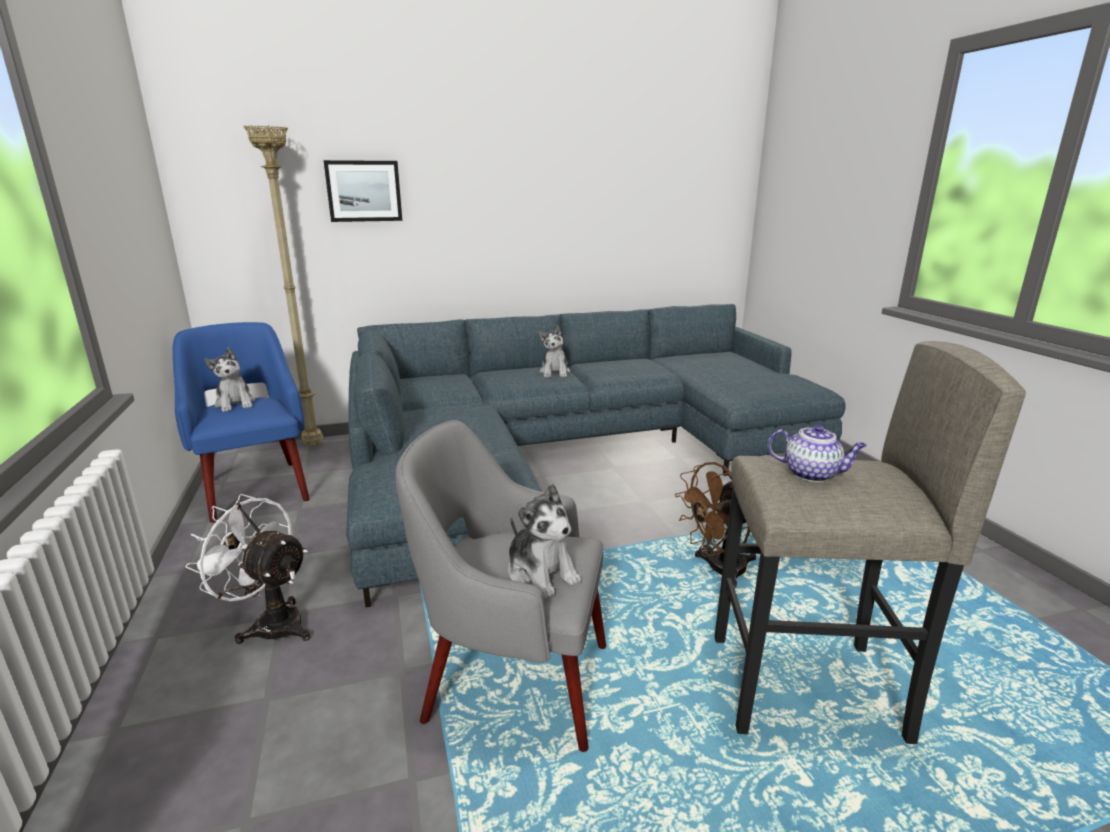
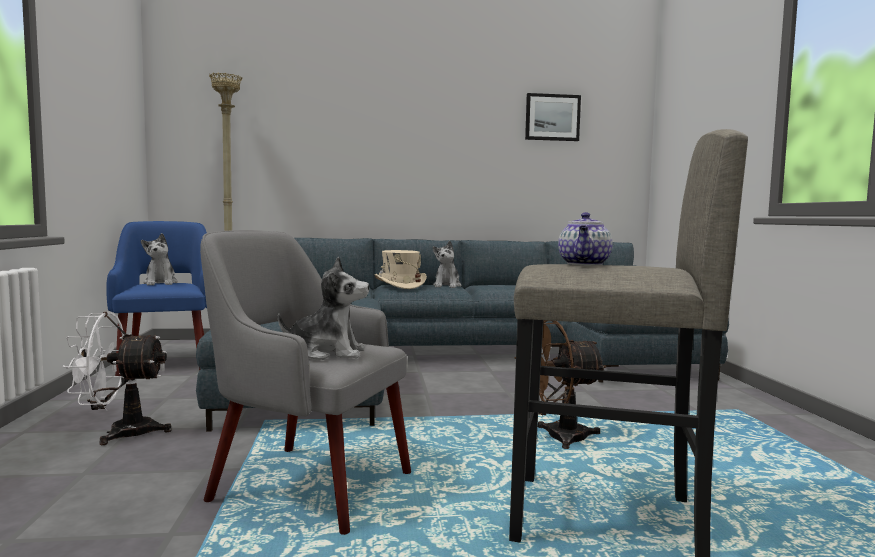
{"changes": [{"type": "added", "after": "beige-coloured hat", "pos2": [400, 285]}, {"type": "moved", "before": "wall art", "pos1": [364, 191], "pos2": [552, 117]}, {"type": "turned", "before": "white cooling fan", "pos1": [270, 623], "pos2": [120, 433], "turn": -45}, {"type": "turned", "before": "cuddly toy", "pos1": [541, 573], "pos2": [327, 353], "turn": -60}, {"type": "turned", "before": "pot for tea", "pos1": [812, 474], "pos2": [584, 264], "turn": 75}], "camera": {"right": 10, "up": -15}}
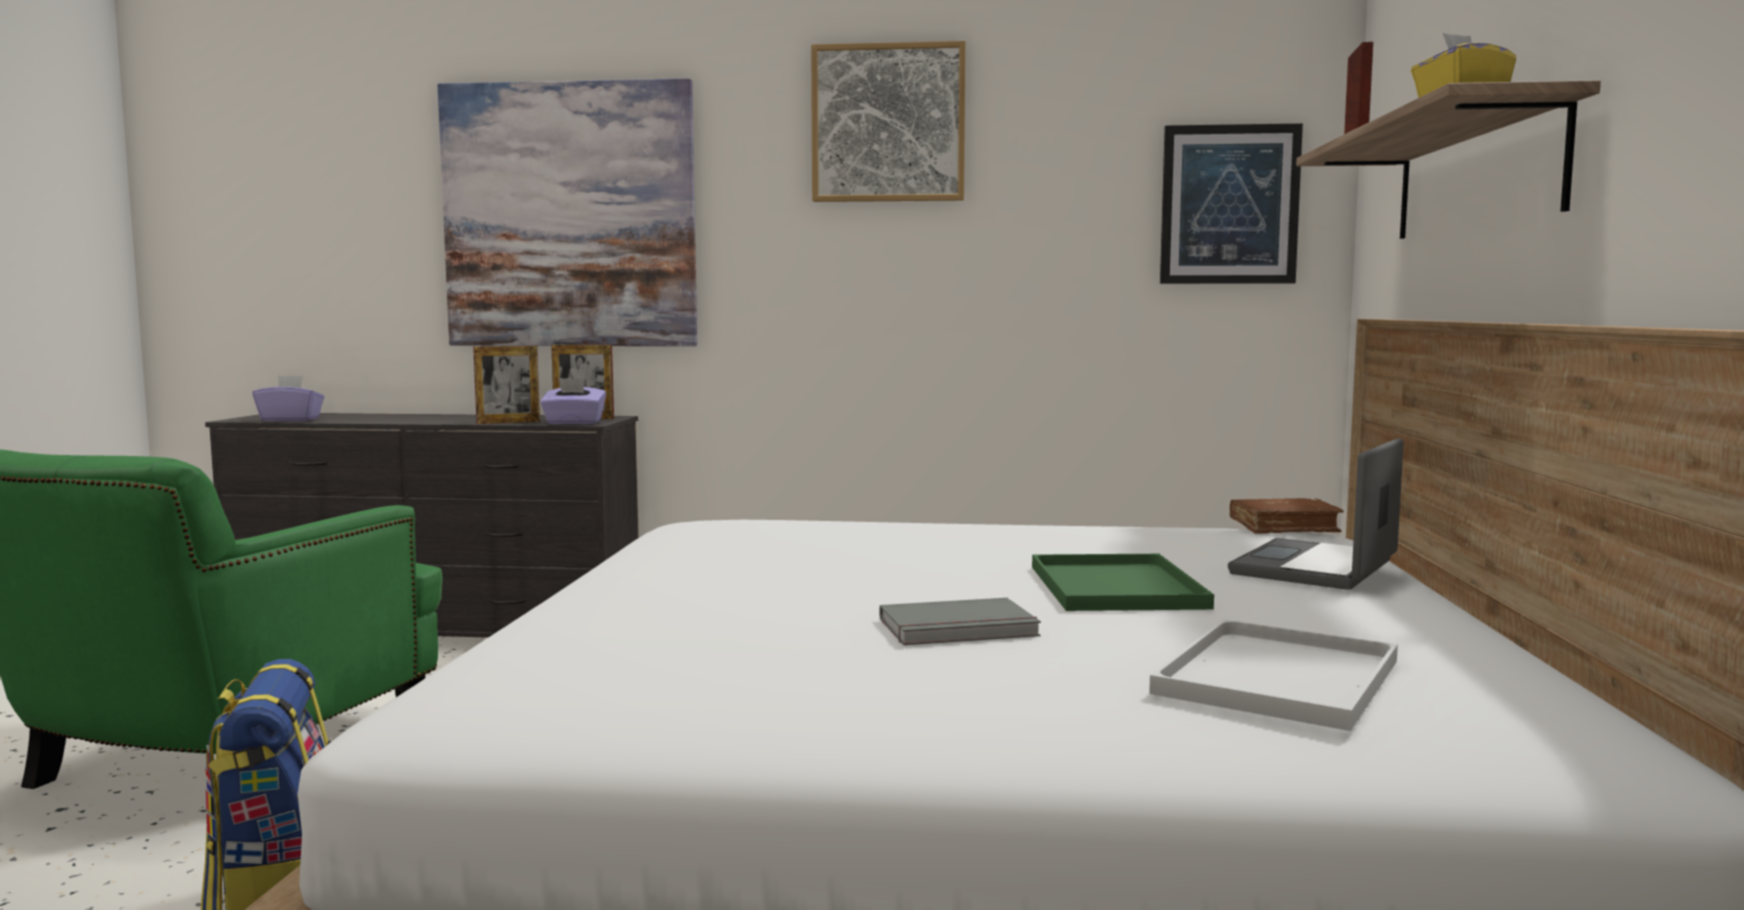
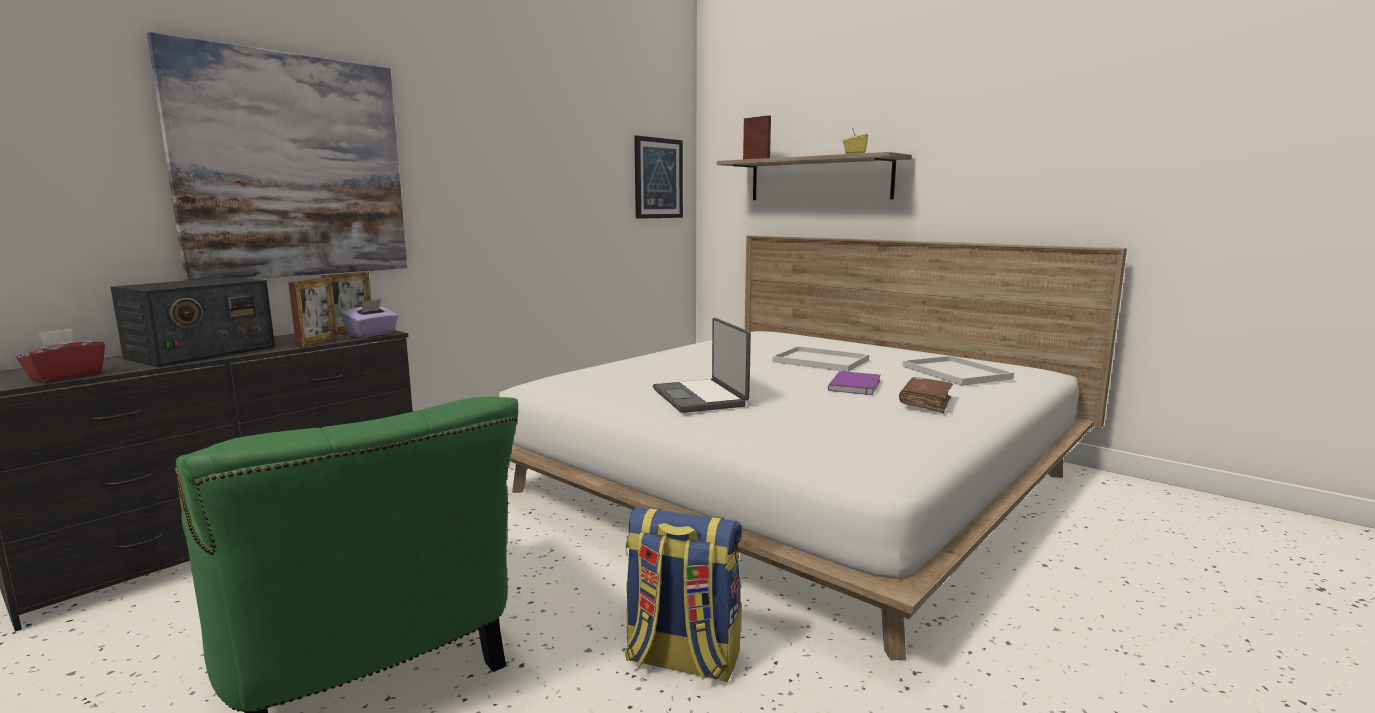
{"changes": [{"type": "removed", "before": "wall art", "pos1": [888, 123]}, {"type": "added", "after": "radio", "pos2": [201, 353]}, {"type": "moved", "before": "notebook computer", "pos1": [1317, 568], "pos2": [701, 397]}, {"type": "moved", "before": "brownish volume", "pos1": [1284, 528], "pos2": [925, 403]}, {"type": "recoloured", "before": "purple-coloured tissue box", "after": "red-coloured tissue box", "pos1": [290, 420], "pos2": [66, 376]}, {"type": "recoloured", "before": "grey volume", "after": "purple-coloured volume", "pos1": [960, 629], "pos2": [857, 386]}, {"type": "recoloured", "before": "green-coloured serving tray", "after": "white serving tray", "pos1": [1119, 587], "pos2": [822, 361]}], "camera": {"right": -55, "up": 5}}
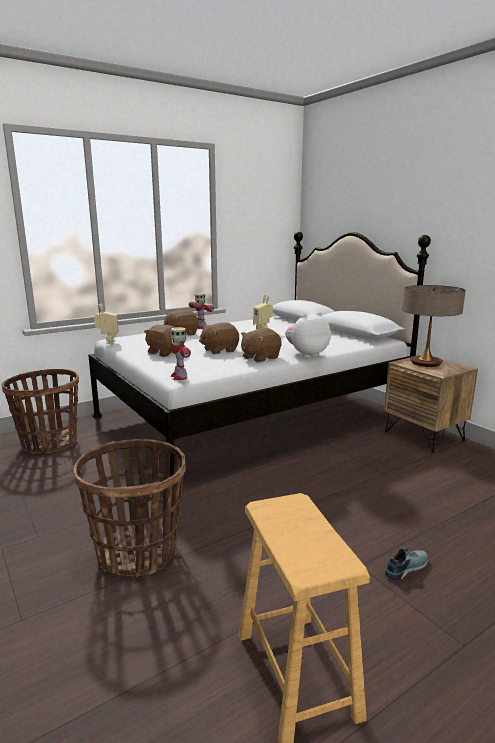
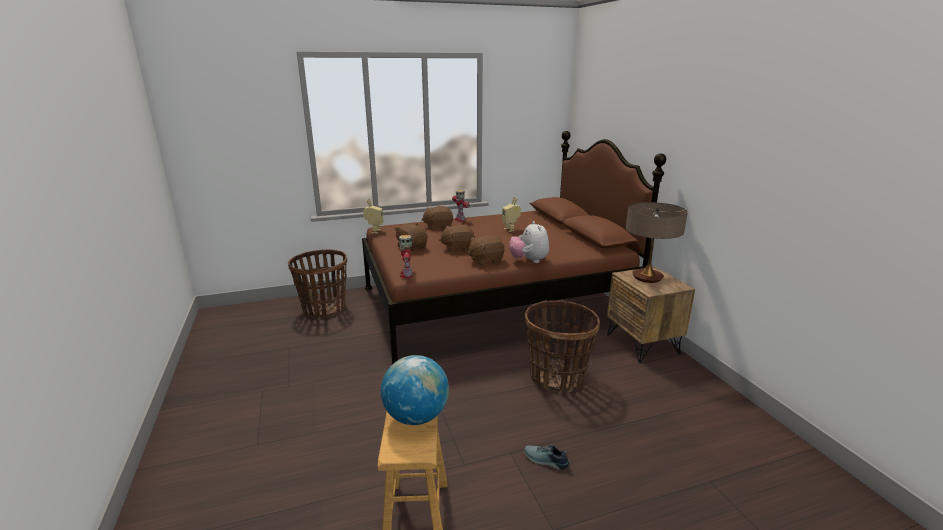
{"changes": [{"type": "added", "after": "globe", "pos2": [416, 416]}, {"type": "moved", "before": "household basket", "pos1": [138, 552], "pos2": [557, 377]}, {"type": "recoloured", "before": "white bed", "after": "brownish bed", "pos1": [251, 418], "pos2": [494, 305]}, {"type": "turned", "before": "cuddly toy", "pos1": [306, 354], "pos2": [529, 261], "turn": -90}, {"type": "turned", "before": "low shoe", "pos1": [405, 567], "pos2": [545, 460], "turn": -135}], "camera": {"right": 15, "up": 5}}
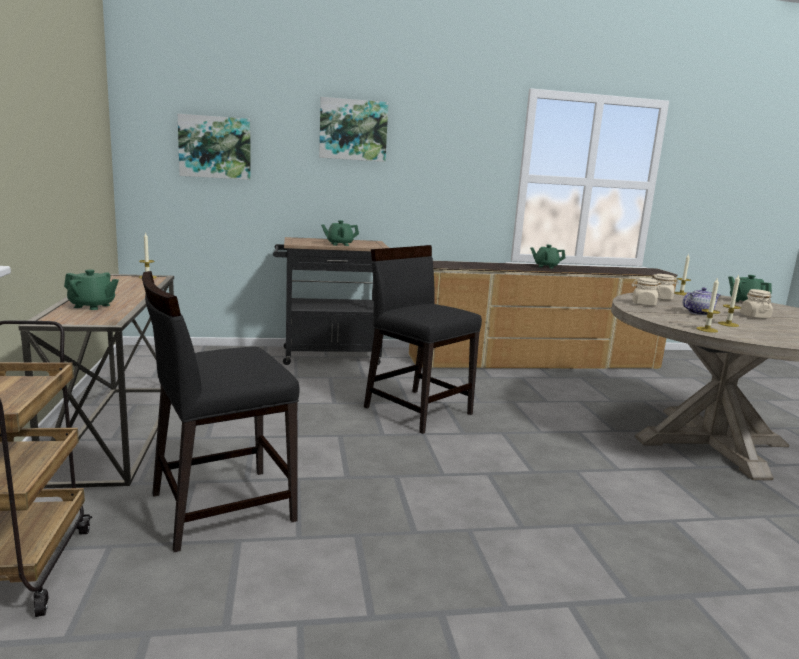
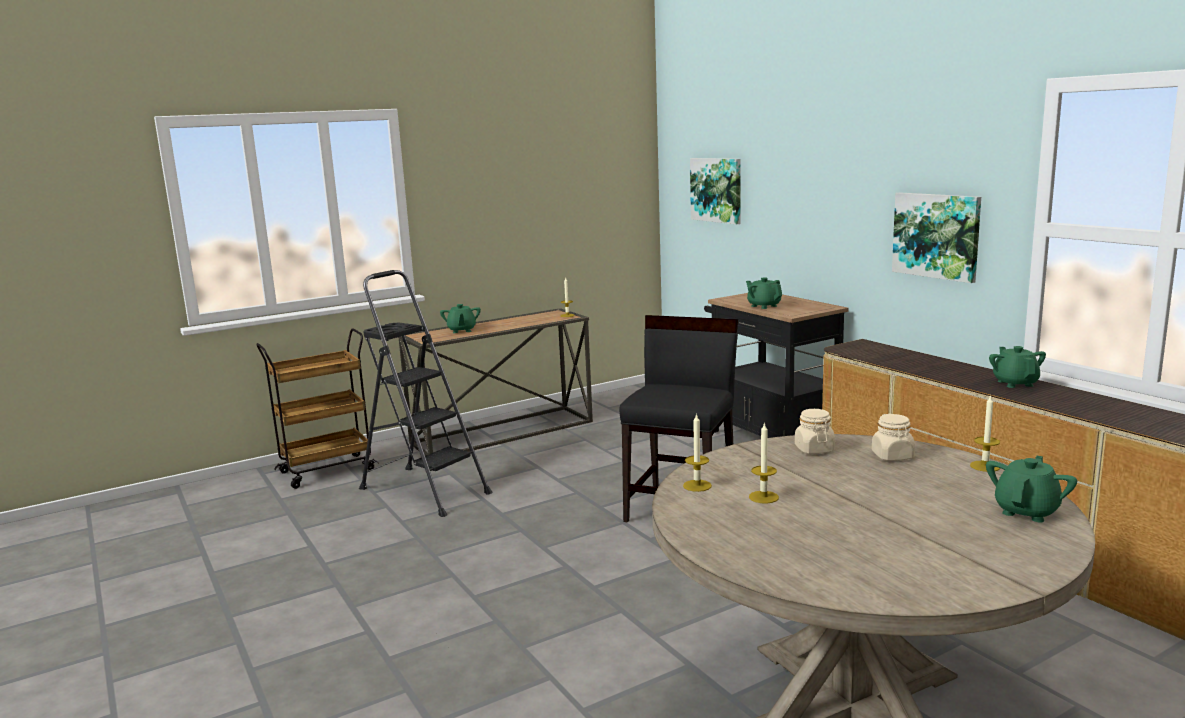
{"changes": [{"type": "removed", "before": "pot for tea", "pos1": [699, 313]}, {"type": "removed", "before": "beige-coloured jar", "pos1": [754, 316]}, {"type": "moved", "before": "wall art", "pos1": [353, 130], "pos2": [937, 235]}, {"type": "replaced", "before": "black plain chair", "after": "stepladder", "pos1": [220, 507], "pos2": [423, 490]}], "camera": {"right": 70, "up": 0}}
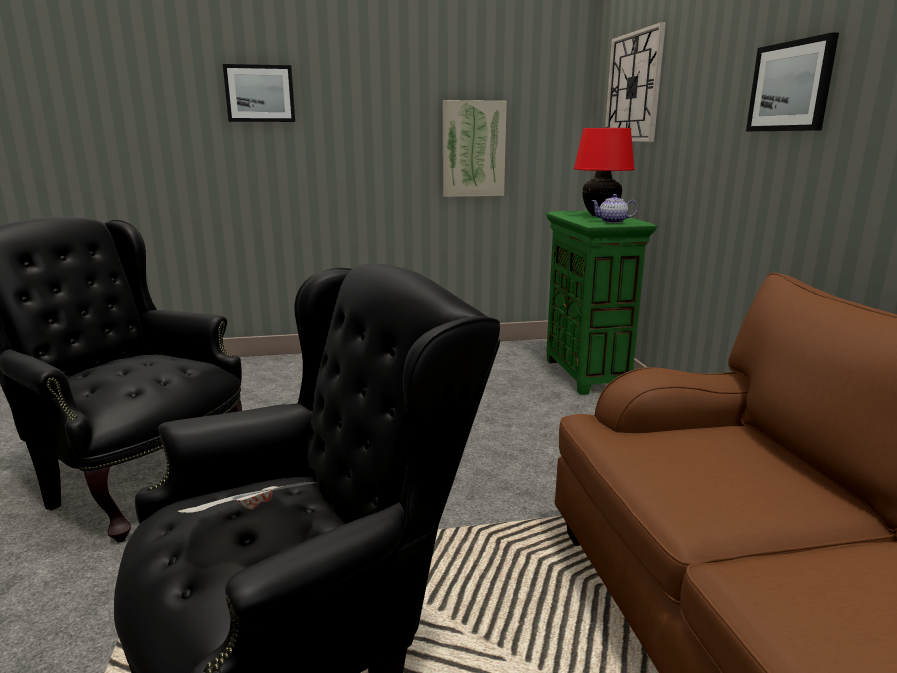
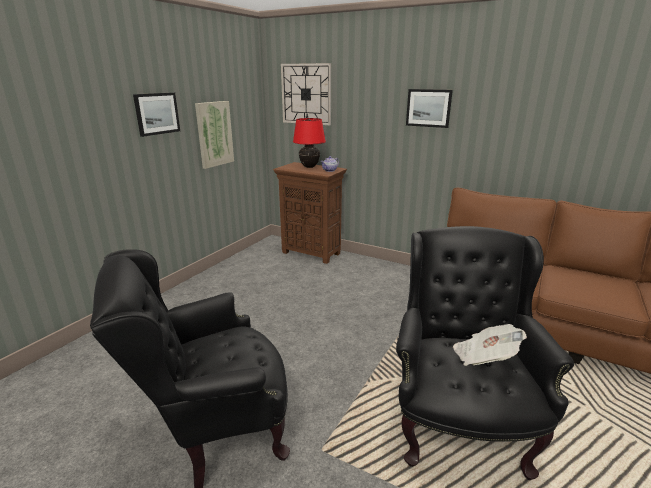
{"changes": [{"type": "moved", "before": "wall art", "pos1": [260, 93], "pos2": [157, 113]}, {"type": "recoloured", "before": "green-coloured cabinet", "after": "brownish cabinet", "pos1": [587, 375], "pos2": [312, 253]}], "camera": {"right": -50, "up": 5}}
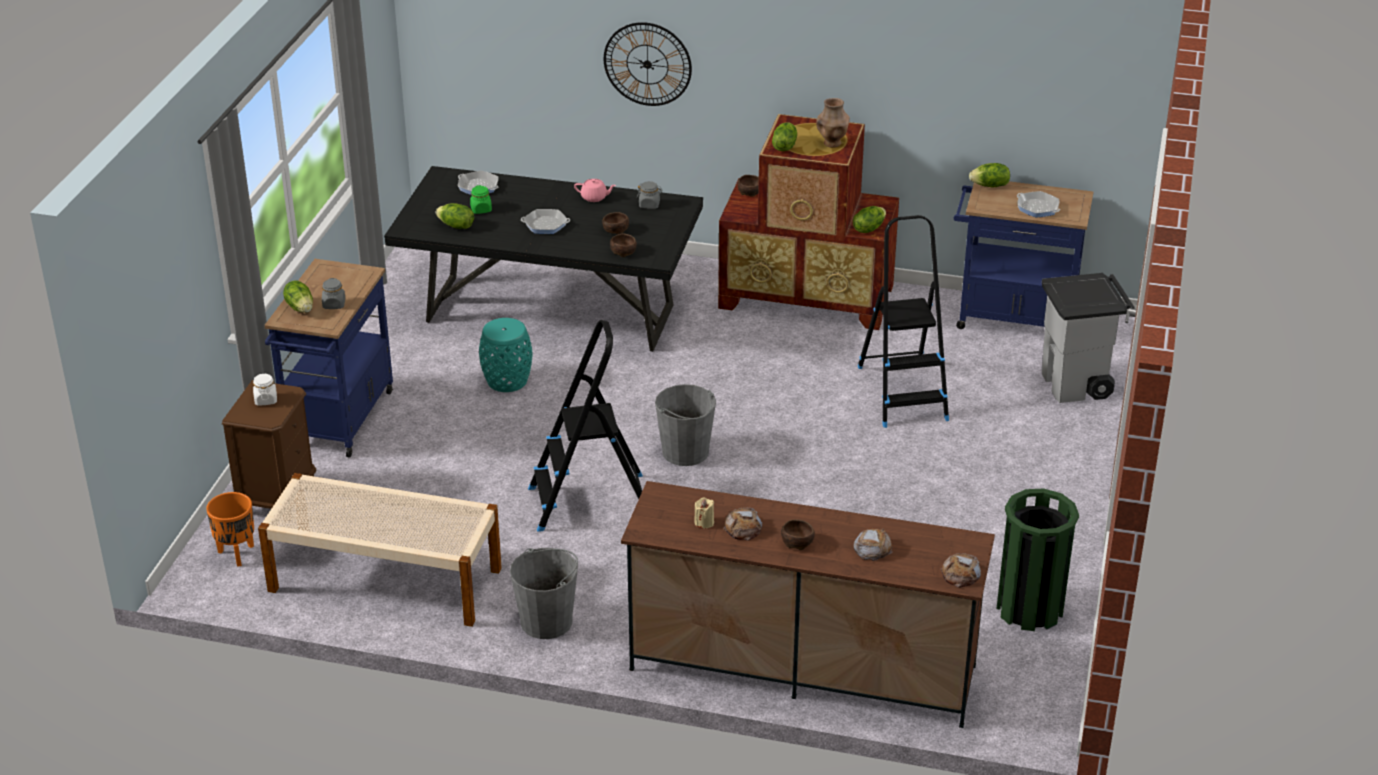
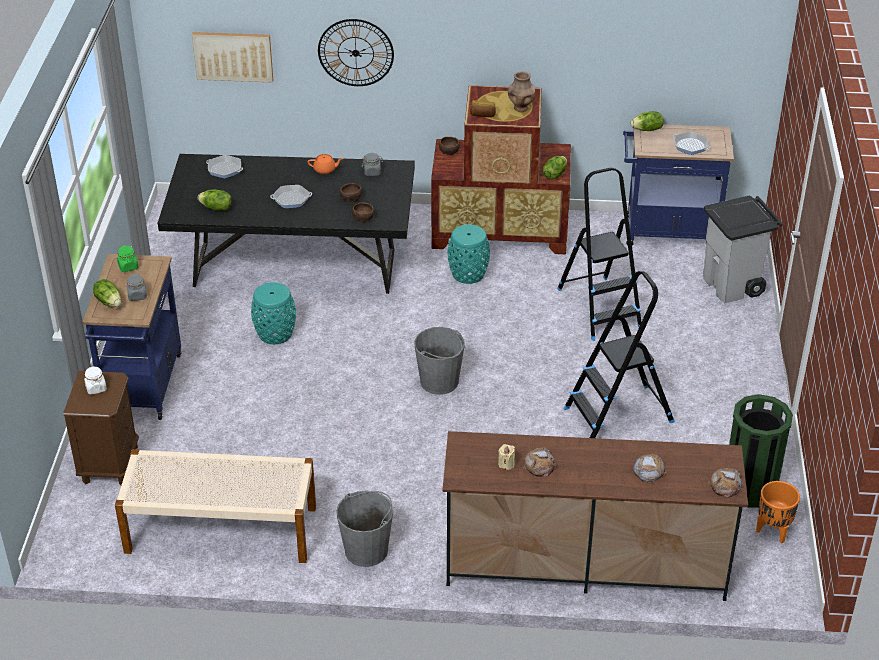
{"changes": [{"type": "removed", "before": "brownish bowl", "pos1": [797, 542]}, {"type": "added", "after": "wall art", "pos2": [233, 56]}, {"type": "added", "after": "turquoise-coloured sitting stool", "pos2": [468, 274]}, {"type": "moved", "before": "orange plant pot", "pos1": [236, 554], "pos2": [773, 532]}, {"type": "moved", "before": "green-coloured jar", "pos1": [481, 209], "pos2": [128, 267]}, {"type": "moved", "before": "black stepladder", "pos1": [589, 502], "pos2": [617, 415]}, {"type": "replaced", "before": "head of lettuce", "after": "baked bread", "pos1": [784, 146], "pos2": [482, 115]}, {"type": "recoloured", "before": "pink pot for tea", "after": "orange pot for tea", "pos1": [594, 198], "pos2": [325, 170]}], "camera": {"right": -10, "up": 5}}
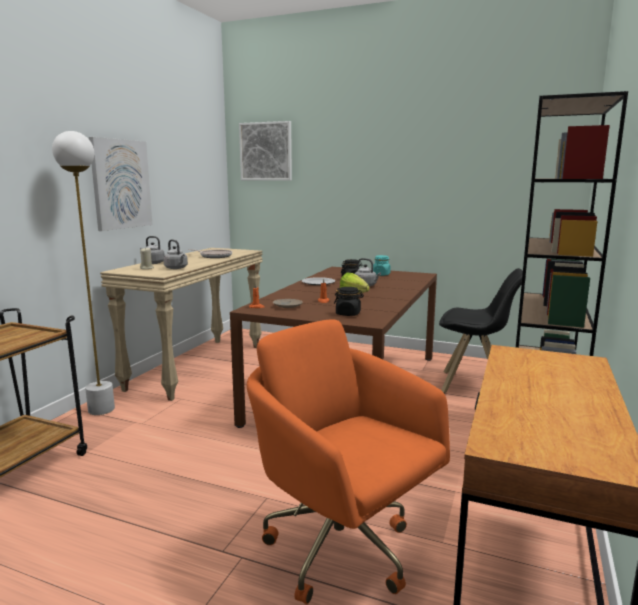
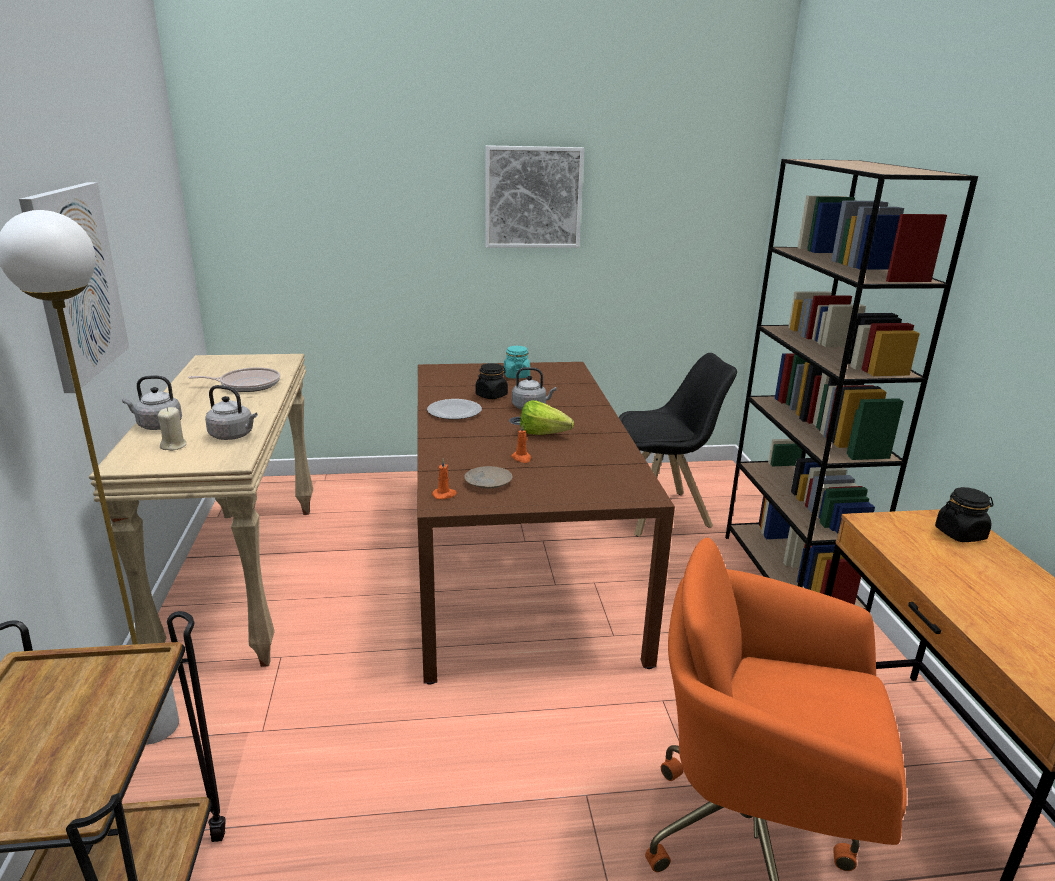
{"changes": [{"type": "moved", "before": "wall art", "pos1": [266, 151], "pos2": [533, 197]}, {"type": "moved", "before": "black jar", "pos1": [348, 314], "pos2": [960, 534]}], "camera": {"right": -30, "up": 10}}
